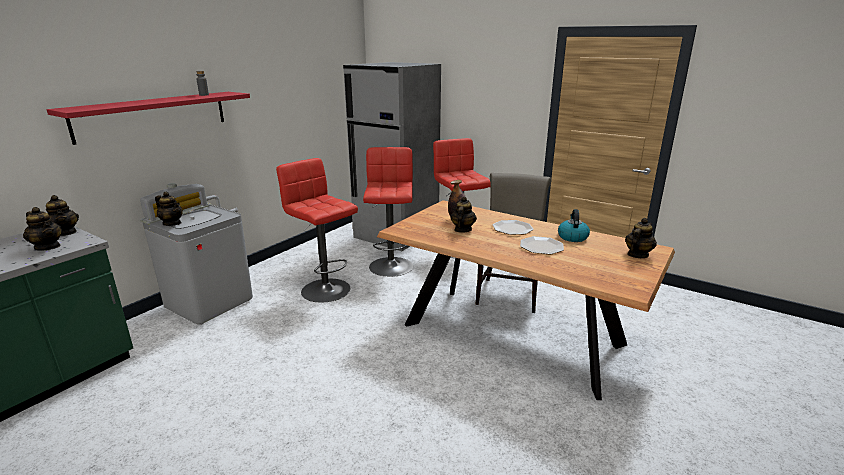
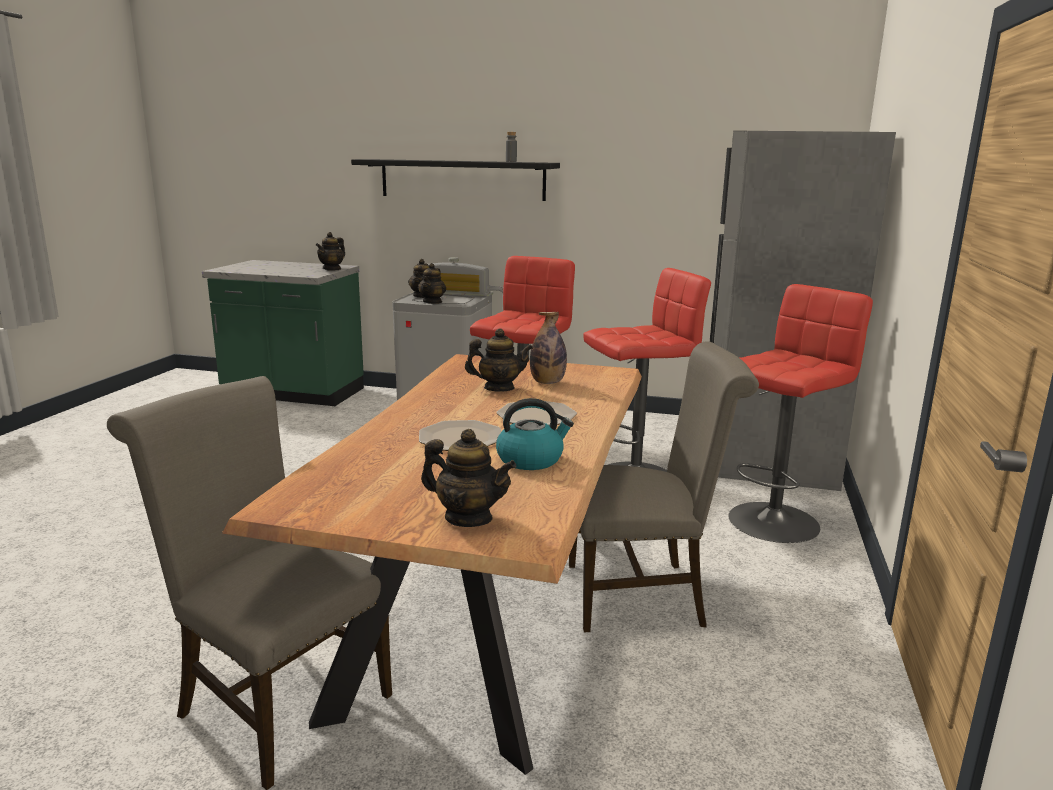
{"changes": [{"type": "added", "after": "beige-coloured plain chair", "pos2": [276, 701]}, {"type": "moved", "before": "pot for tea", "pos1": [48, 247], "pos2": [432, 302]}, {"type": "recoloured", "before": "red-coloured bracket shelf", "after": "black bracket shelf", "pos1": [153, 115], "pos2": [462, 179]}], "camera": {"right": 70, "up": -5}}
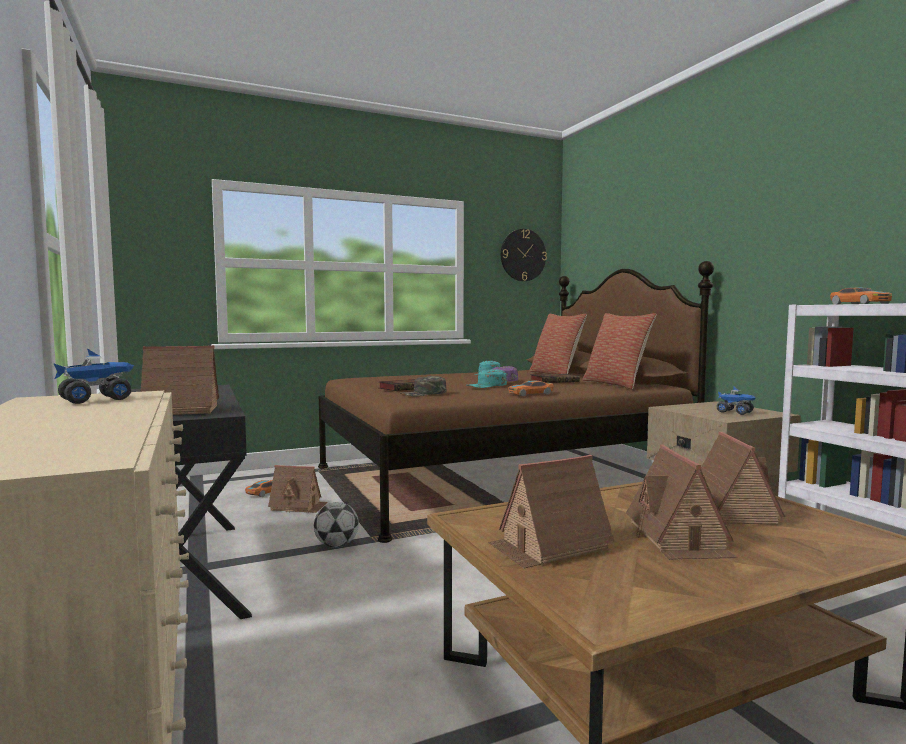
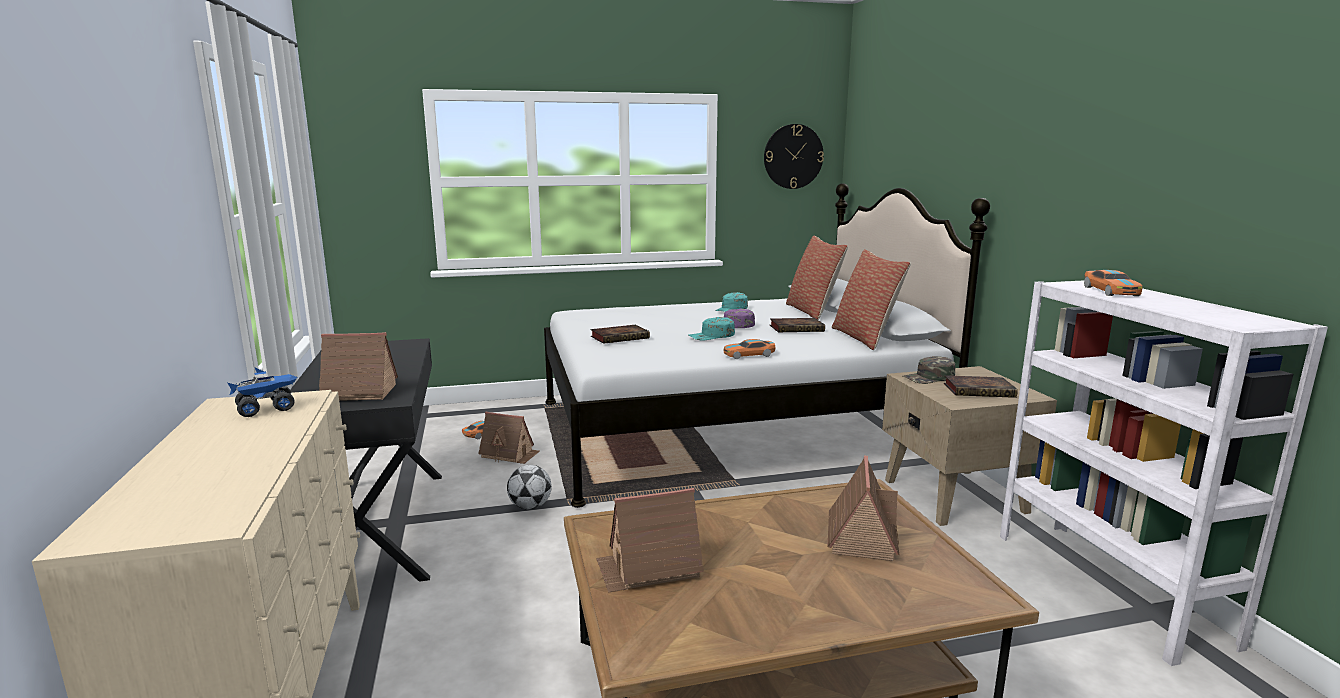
{"changes": [{"type": "removed", "before": "toy house", "pos1": [678, 538]}, {"type": "moved", "before": "green-coloured baseball cap", "pos1": [424, 394], "pos2": [929, 378]}, {"type": "replaced", "before": "toy truck", "after": "volume", "pos1": [735, 412], "pos2": [980, 391]}, {"type": "recoloured", "before": "brownish bed", "after": "white bed", "pos1": [498, 478], "pos2": [731, 430]}], "camera": {"right": 10, "up": 10}}
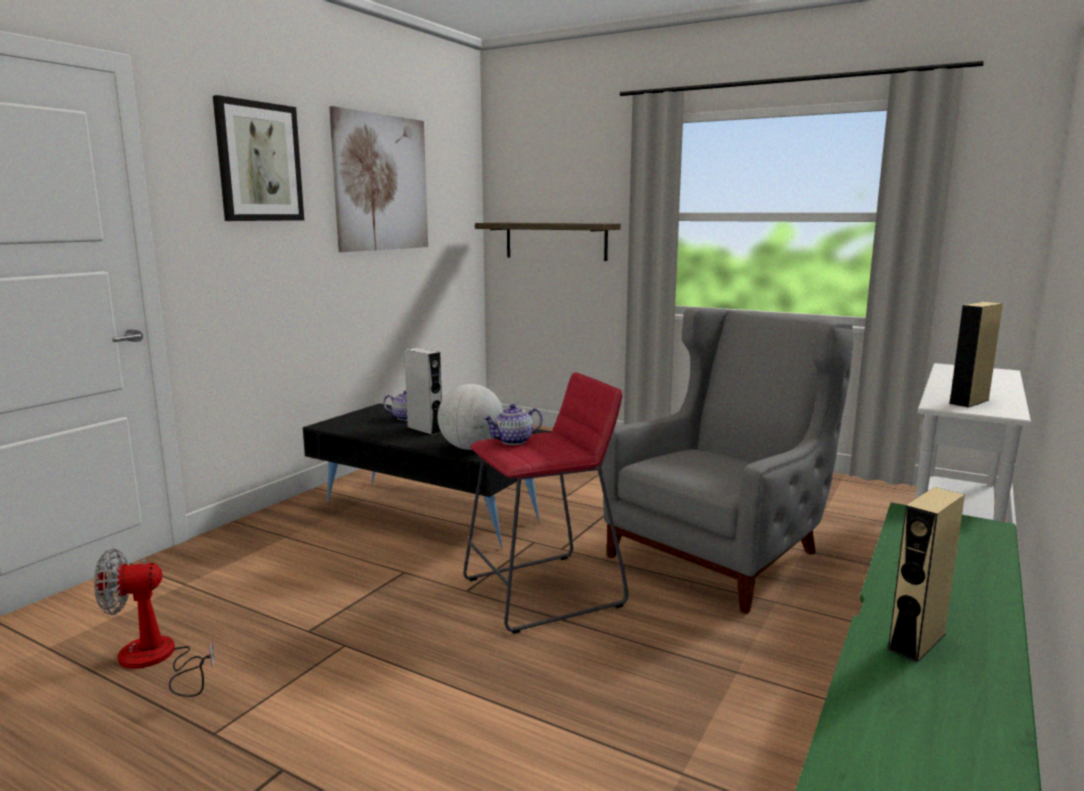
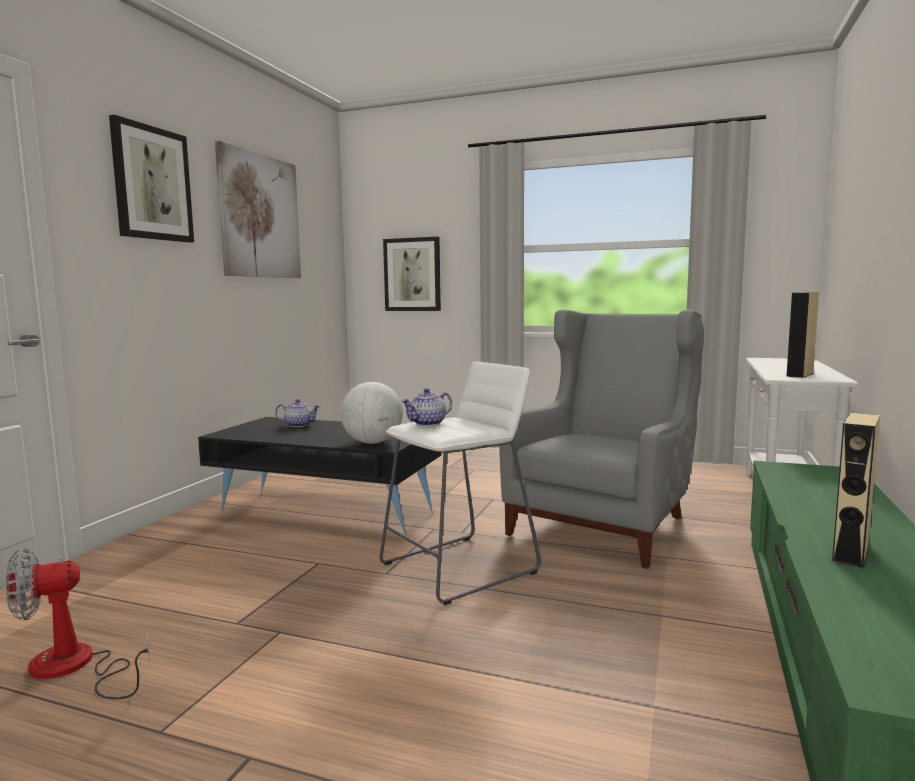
{"changes": [{"type": "removed", "before": "grey loudspeaker", "pos1": [425, 429]}, {"type": "replaced", "before": "bracket shelf", "after": "wall art", "pos1": [555, 241], "pos2": [412, 274]}, {"type": "recoloured", "before": "red-coloured sitting stool", "after": "white sitting stool", "pos1": [544, 592], "pos2": [459, 568]}], "camera": {"right": -10, "up": -5}}
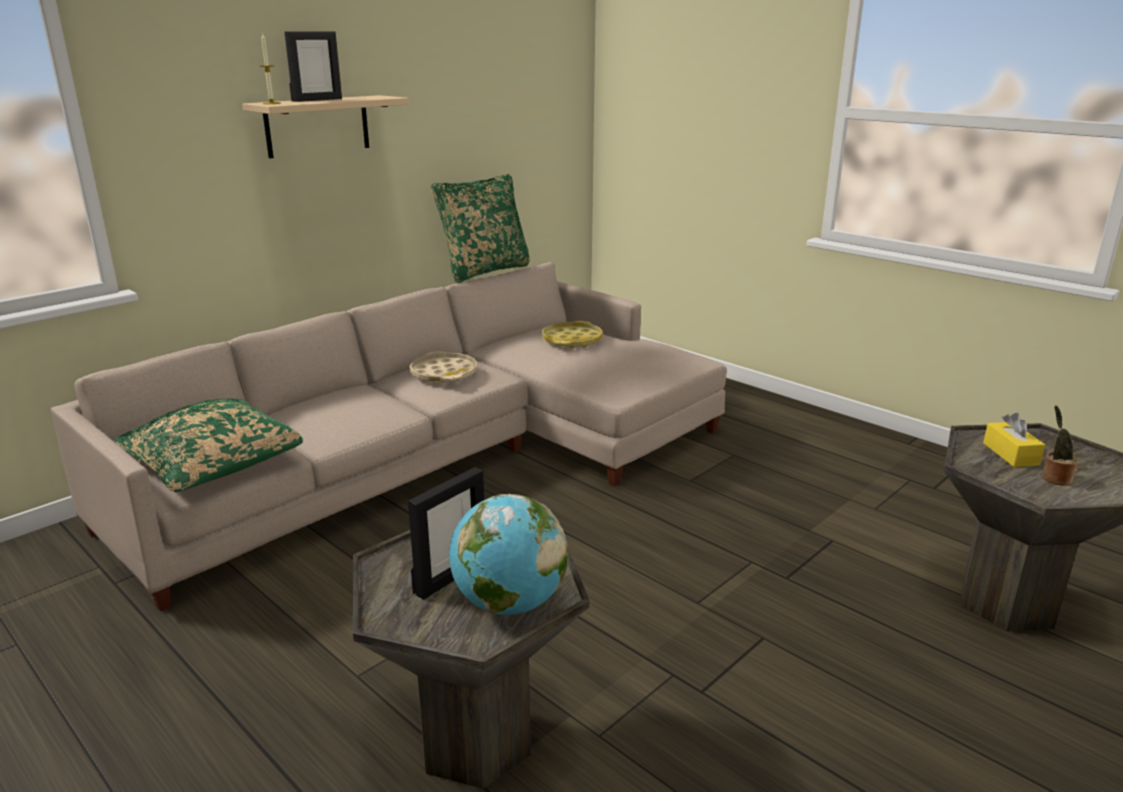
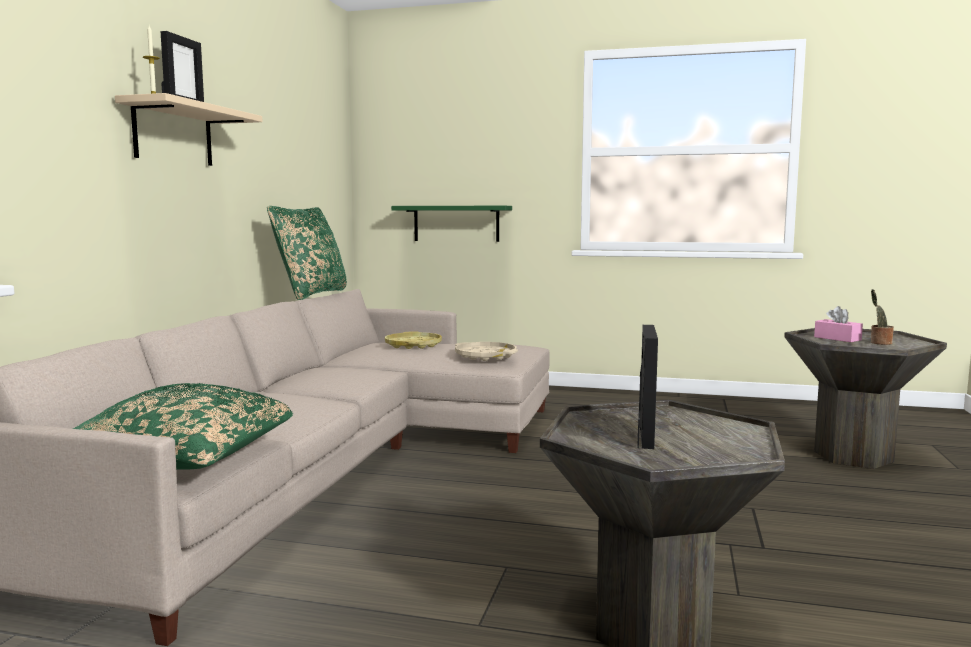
{"changes": [{"type": "removed", "before": "globe", "pos1": [509, 603]}, {"type": "added", "after": "green-coloured bracket shelf", "pos2": [456, 223]}, {"type": "moved", "before": "beige-coloured serving tray", "pos1": [444, 374], "pos2": [485, 356]}, {"type": "recoloured", "before": "yellowish tissue box", "after": "pink tissue box", "pos1": [1010, 454], "pos2": [837, 338]}], "camera": {"right": -30, "up": -15}}
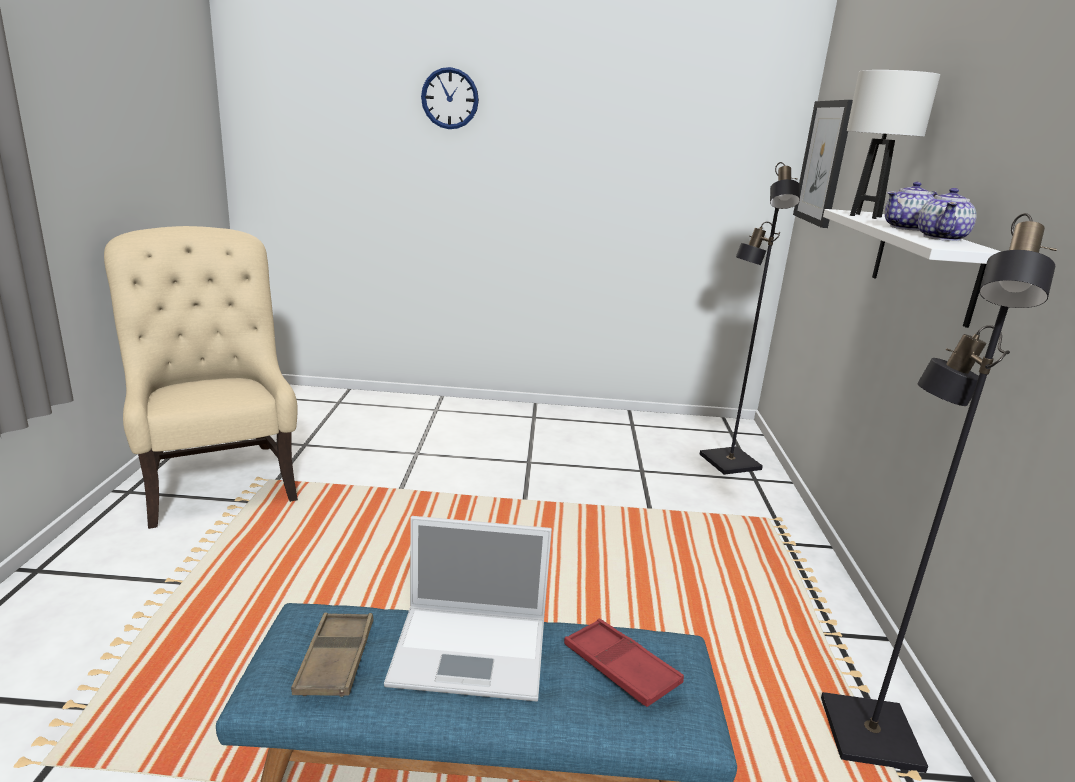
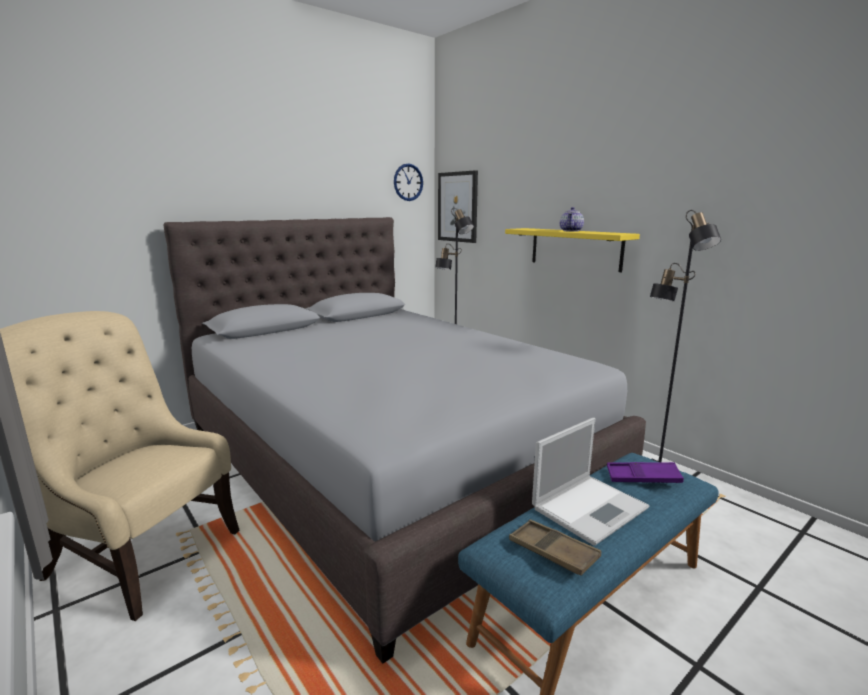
{"changes": [{"type": "removed", "before": "white tabletop lamp", "pos1": [865, 216]}, {"type": "removed", "before": "pot for tea", "pos1": [942, 238]}, {"type": "added", "after": "grey bed", "pos2": [388, 459]}, {"type": "moved", "before": "wall clock", "pos1": [450, 98], "pos2": [408, 182]}, {"type": "recoloured", "before": "red-coloured serving tray", "after": "purple-coloured serving tray", "pos1": [620, 668], "pos2": [643, 477]}, {"type": "recoloured", "before": "white bracket shelf", "after": "yellowish bracket shelf", "pos1": [924, 265], "pos2": [575, 248]}], "camera": {"right": -40, "up": -5}}
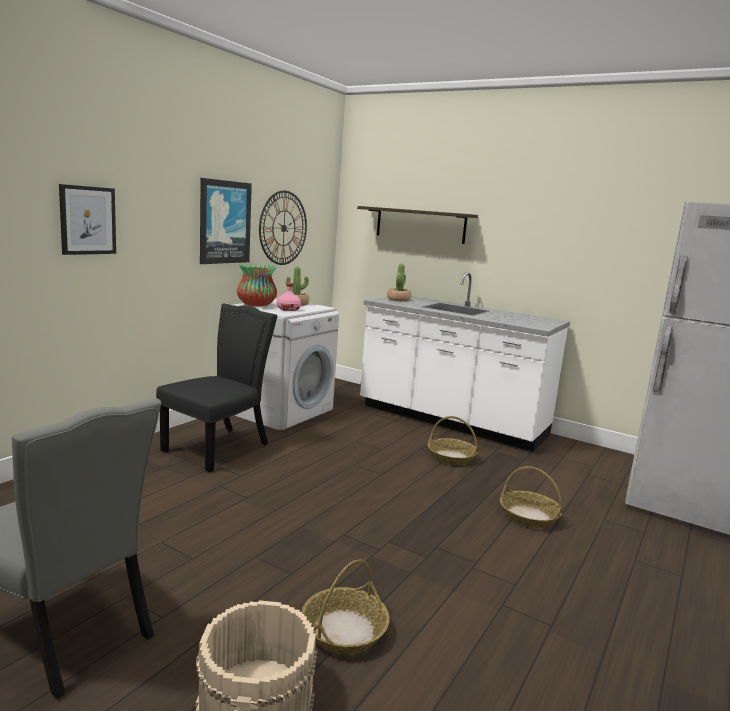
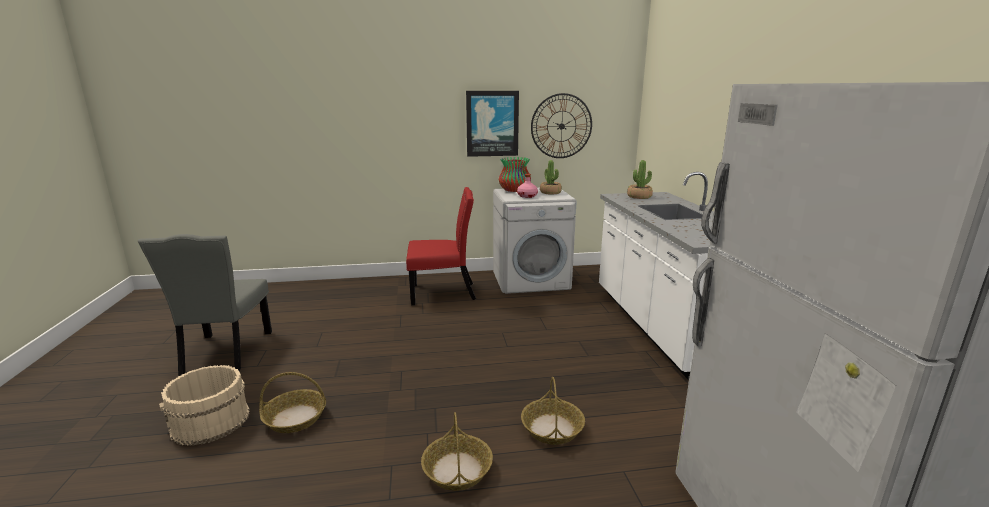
{"changes": [{"type": "removed", "before": "wall art", "pos1": [88, 220]}, {"type": "removed", "before": "bracket shelf", "pos1": [420, 225]}, {"type": "moved", "before": "household basket", "pos1": [451, 457], "pos2": [457, 470]}, {"type": "recoloured", "before": "black plain chair", "after": "red-coloured plain chair", "pos1": [216, 449], "pos2": [441, 293]}], "camera": {"right": 50, "up": 5}}
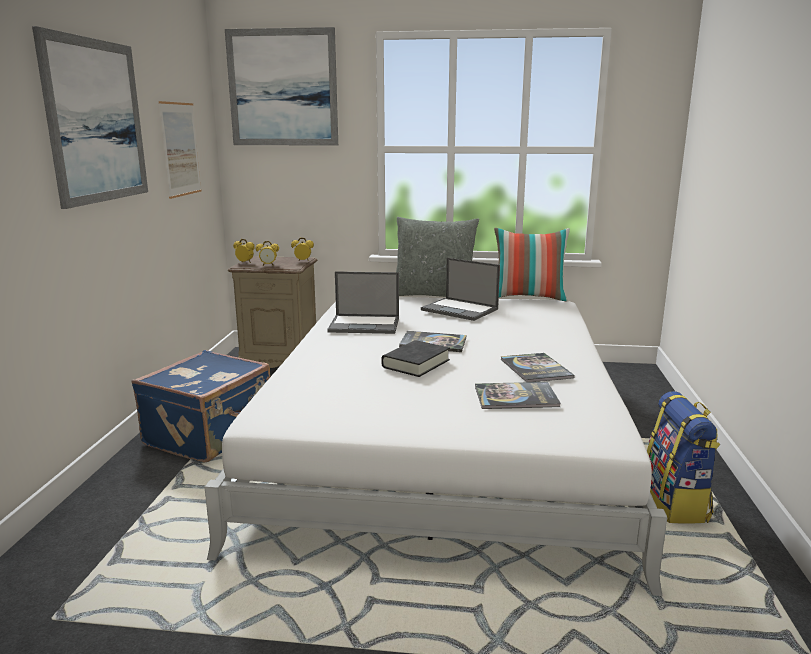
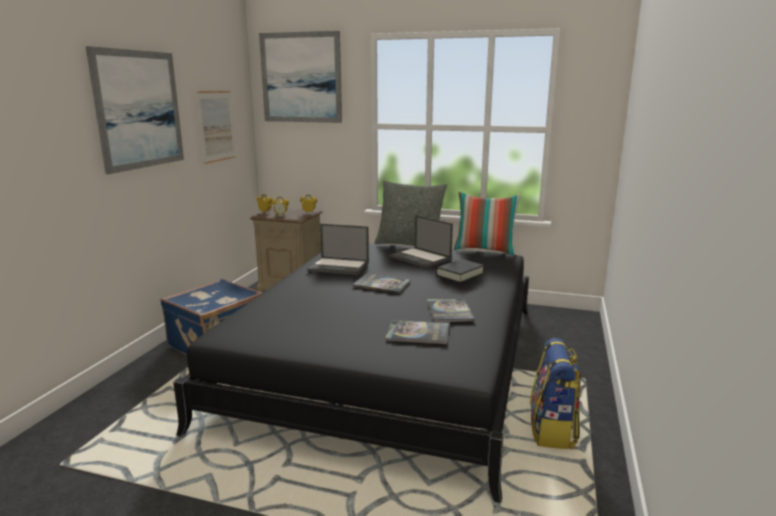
{"changes": [{"type": "moved", "before": "black volume", "pos1": [416, 363], "pos2": [459, 274]}, {"type": "recoloured", "before": "white bed", "after": "black bed", "pos1": [443, 440], "pos2": [389, 361]}], "camera": {"right": 10, "up": 0}}
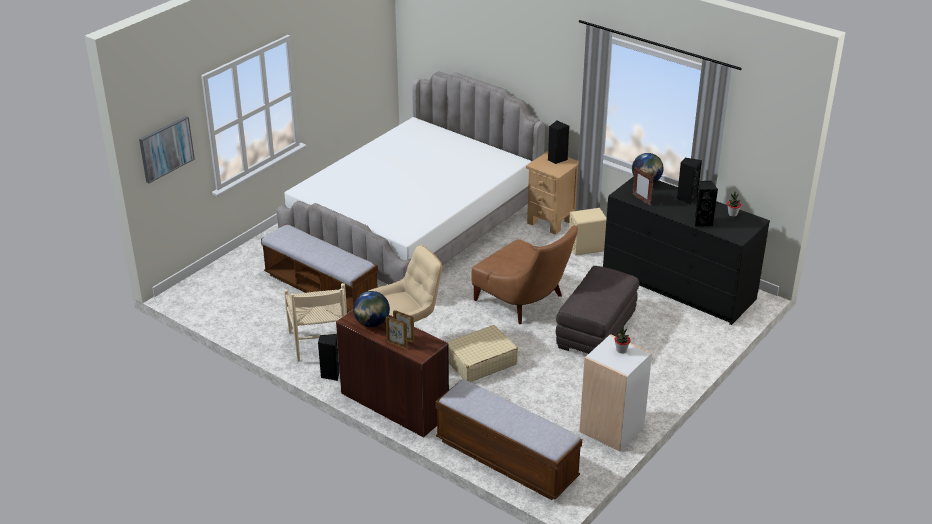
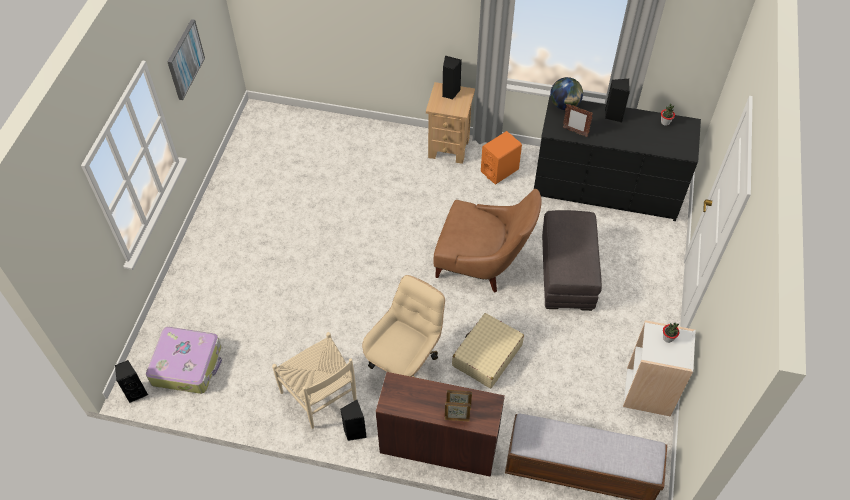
{"changes": [{"type": "removed", "before": "indoor bench", "pos1": [321, 288]}, {"type": "removed", "before": "bed", "pos1": [414, 226]}, {"type": "removed", "before": "globe", "pos1": [372, 323]}, {"type": "added", "after": "piece of luggage", "pos2": [187, 364]}, {"type": "moved", "before": "wall art", "pos1": [166, 148], "pos2": [185, 59]}, {"type": "moved", "before": "black loudspeaker", "pos1": [702, 222], "pos2": [136, 392]}, {"type": "recoloured", "before": "beige-coloured loudspeaker", "after": "orange loudspeaker", "pos1": [586, 247], "pos2": [499, 170]}], "camera": {"right": -25, "up": 20}}
